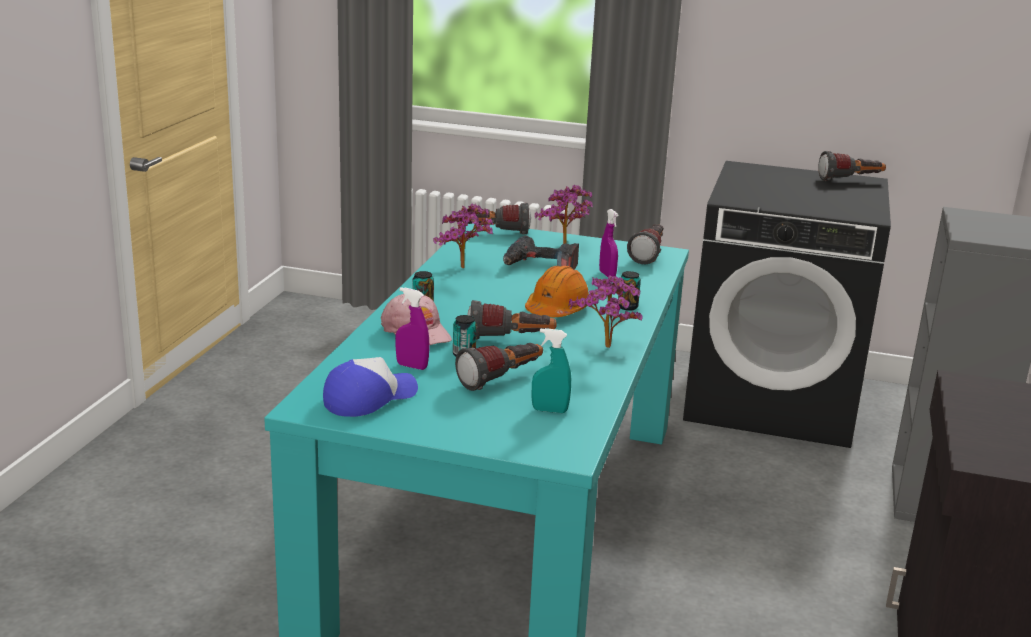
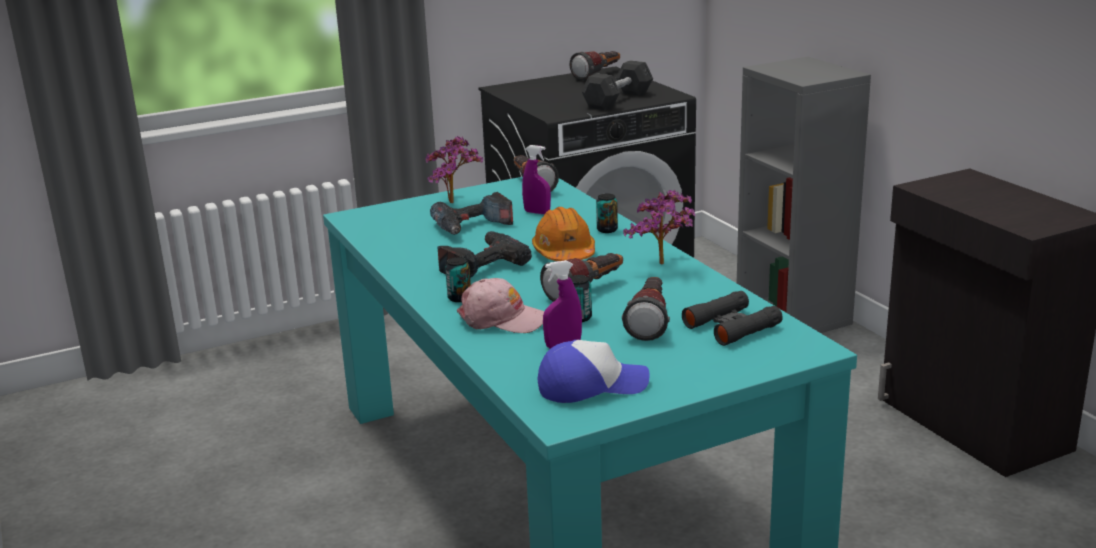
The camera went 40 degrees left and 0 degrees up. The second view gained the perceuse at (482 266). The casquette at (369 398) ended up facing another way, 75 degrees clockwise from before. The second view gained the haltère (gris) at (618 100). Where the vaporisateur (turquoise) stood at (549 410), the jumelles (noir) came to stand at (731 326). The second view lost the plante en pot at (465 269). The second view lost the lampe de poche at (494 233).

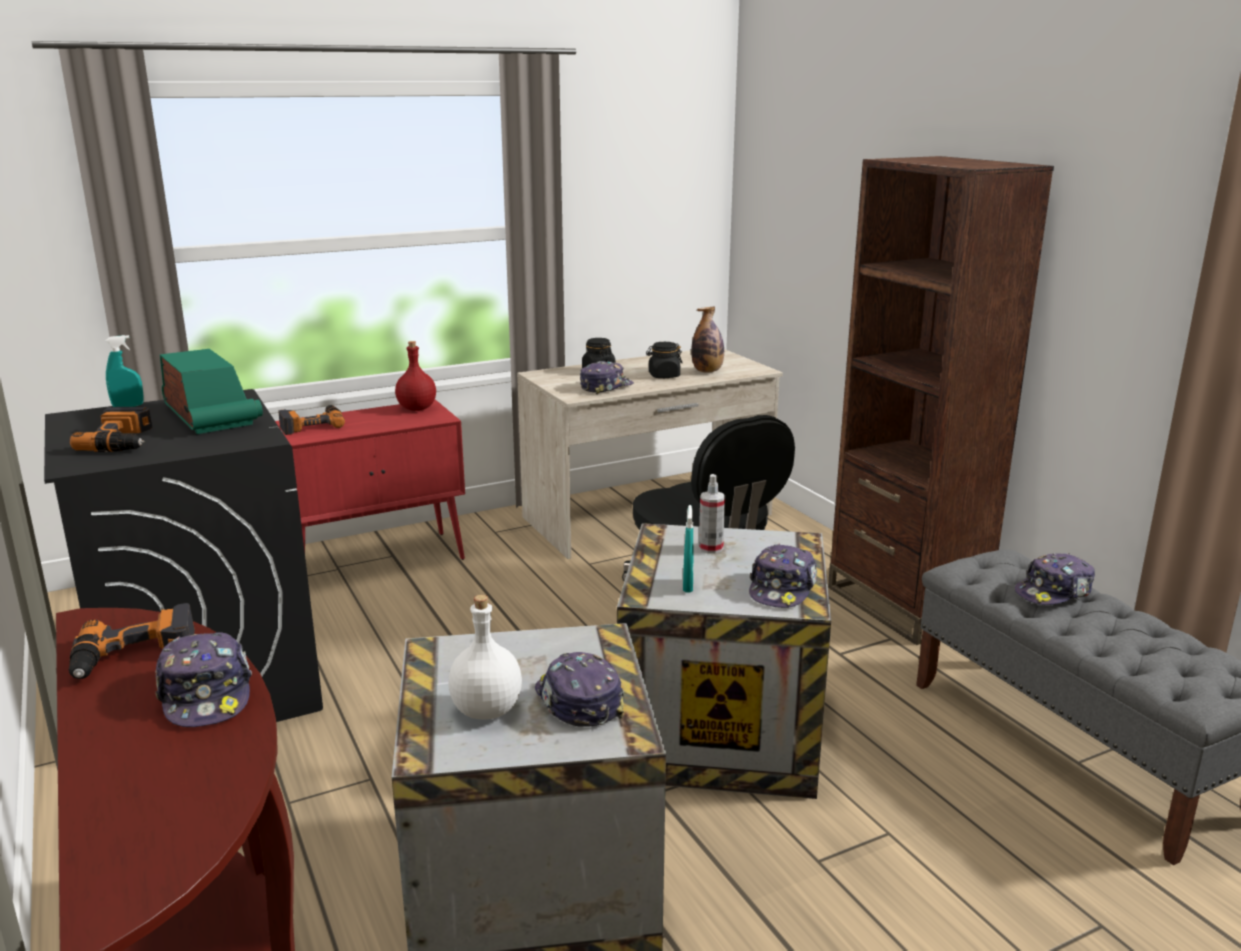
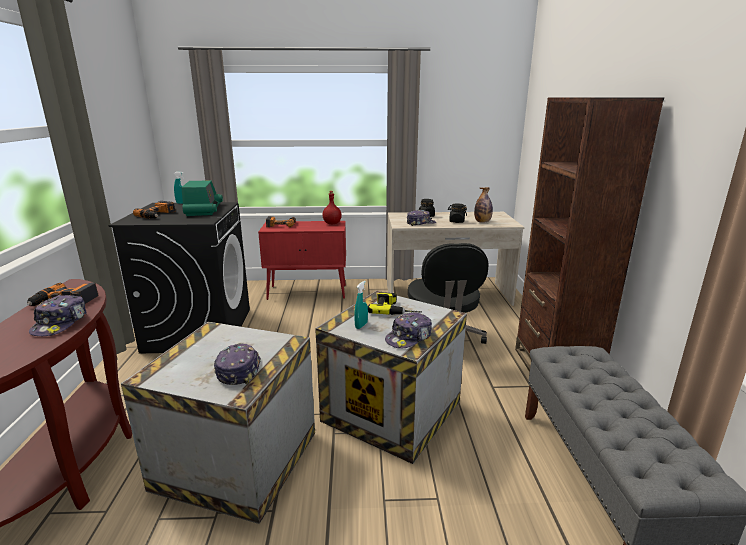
The camera went 25 degrees right and 0 degrees up. Where the vaporisateur stood at (711 548), the perceuse came to stand at (396 309). The second view lost the bouteille (blanc) at (487 709). The second view lost the casquette at (1054 592).

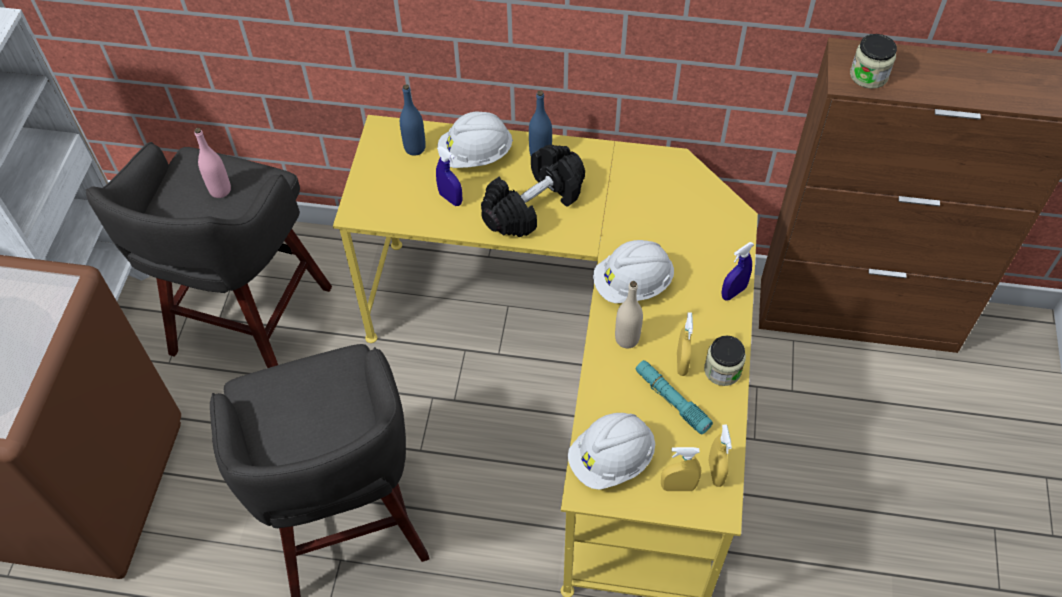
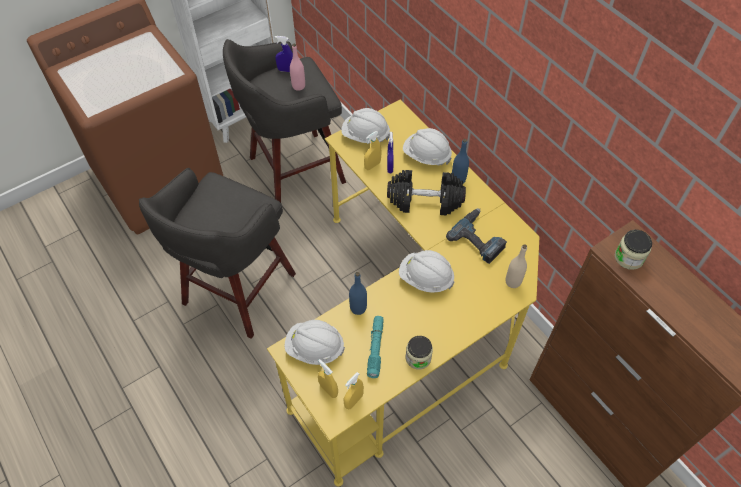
The camera went 45 degrees right and 0 degrees up. The vaporisateur (bleu) ended up elsewhere, having gone from (733 292) to (286 70). The second view gained the casque de chantier (blanc) at (365 136). The bouteille (bleu) ended up elsewhere, having gone from (415 148) to (358 308). The vaporisateur (jaune) ended up elsewhere, having gone from (681 363) to (372 165). The second view gained the perceuse at (479 238). The bouteille (beige) ended up elsewhere, having gone from (627 339) to (513 282).

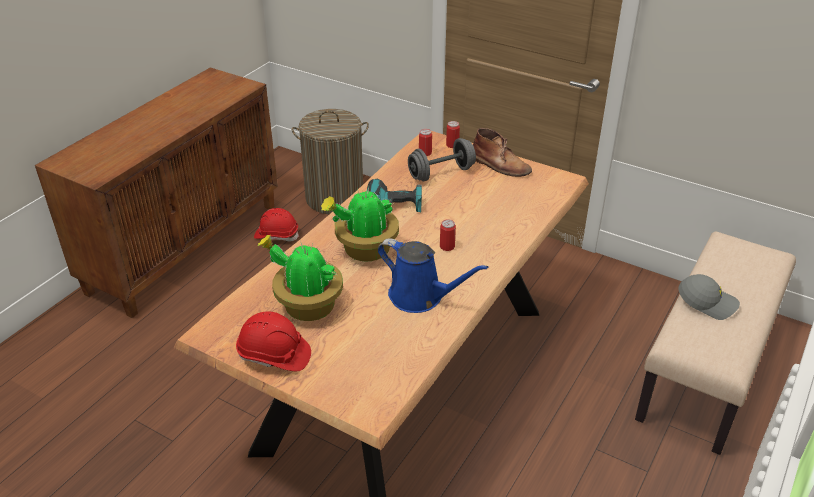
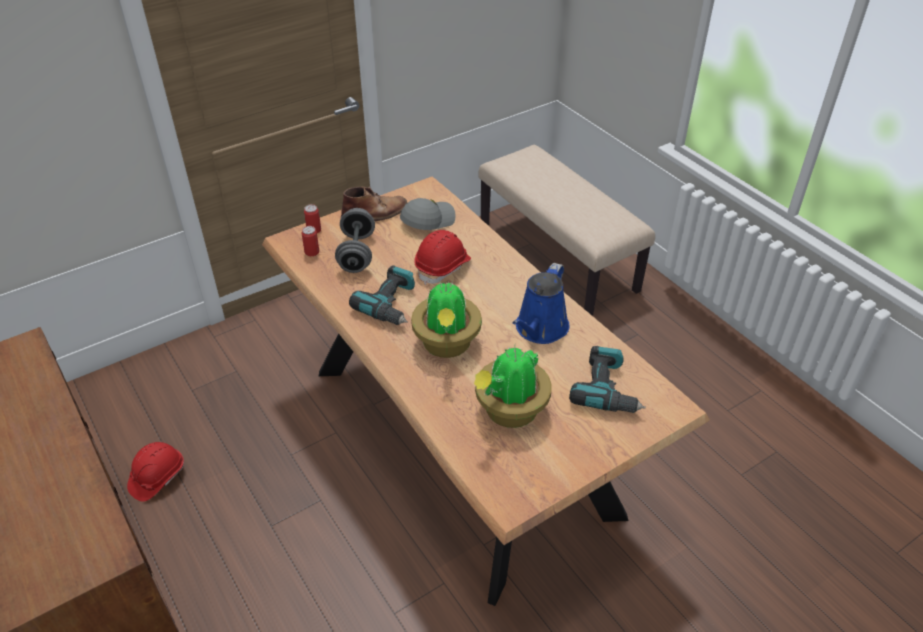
The camera went 65 degrees left and 5 degrees up. The casquette (gris) ended up elsewhere, having gone from (707 302) to (427 220). The casque de chantier (rouge) ended up elsewhere, having gone from (274 355) to (443 267). The arrosoir (bleu) at (420 297) ended up facing another way, 150 degrees clockwise from before. The second view gained the perceuse at (607 390). The second view lost the panier à linge at (335 198). The second view lost the boîte métallique at (447 246).

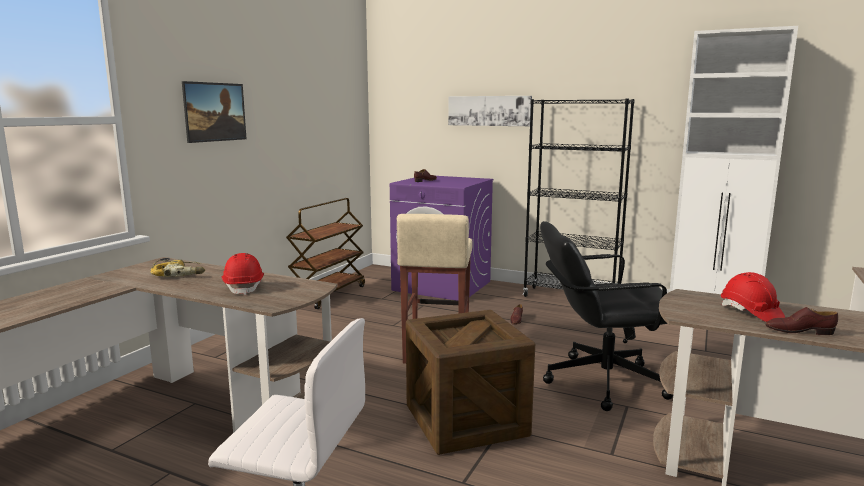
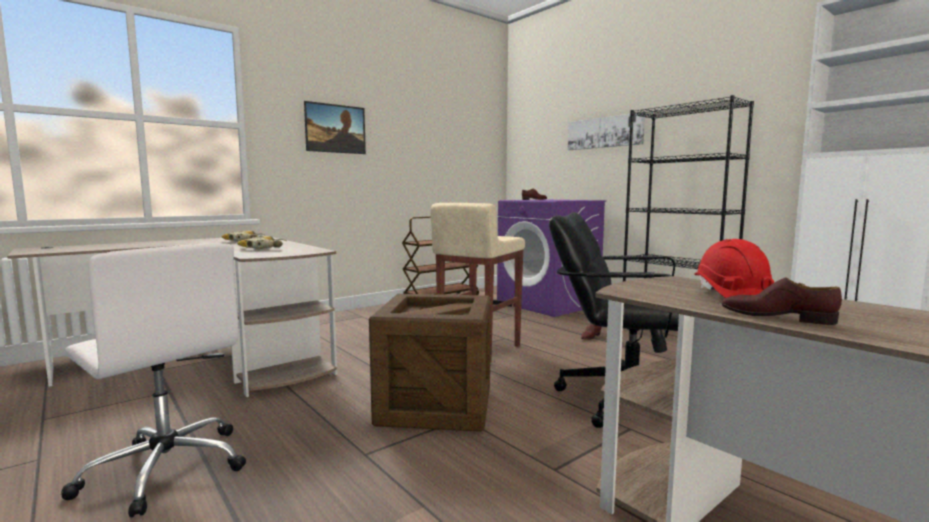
The camera went 25 degrees right and 5 degrees down. Where the casque de chantier (rouge) stood at (244 287), the perceuse came to stand at (265 248).

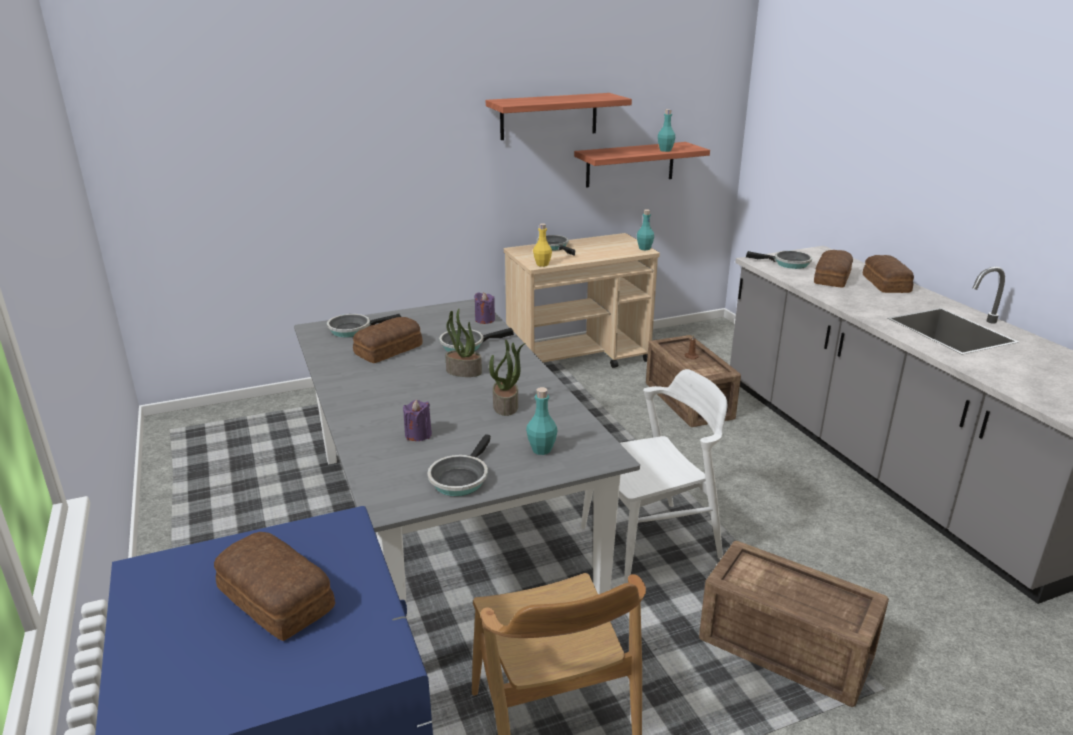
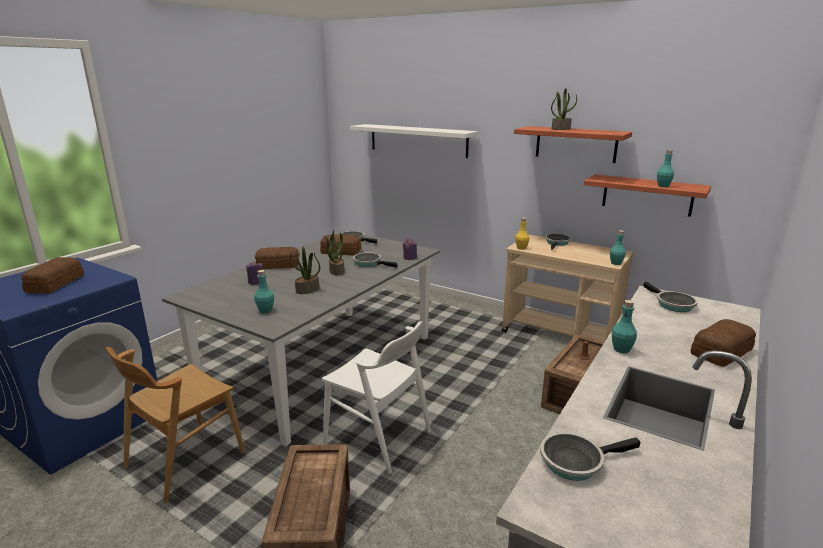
The camera went 55 degrees right and 5 degrees down. The pain ended up elsewhere, having gone from (833 277) to (278 265). The second view gained the étagère (blanc) at (418 140). The poêle ended up elsewhere, having gone from (460 479) to (575 461). The second view gained the plante en pot at (561 129). The second view gained the bouteille (turquoise) at (621 349).

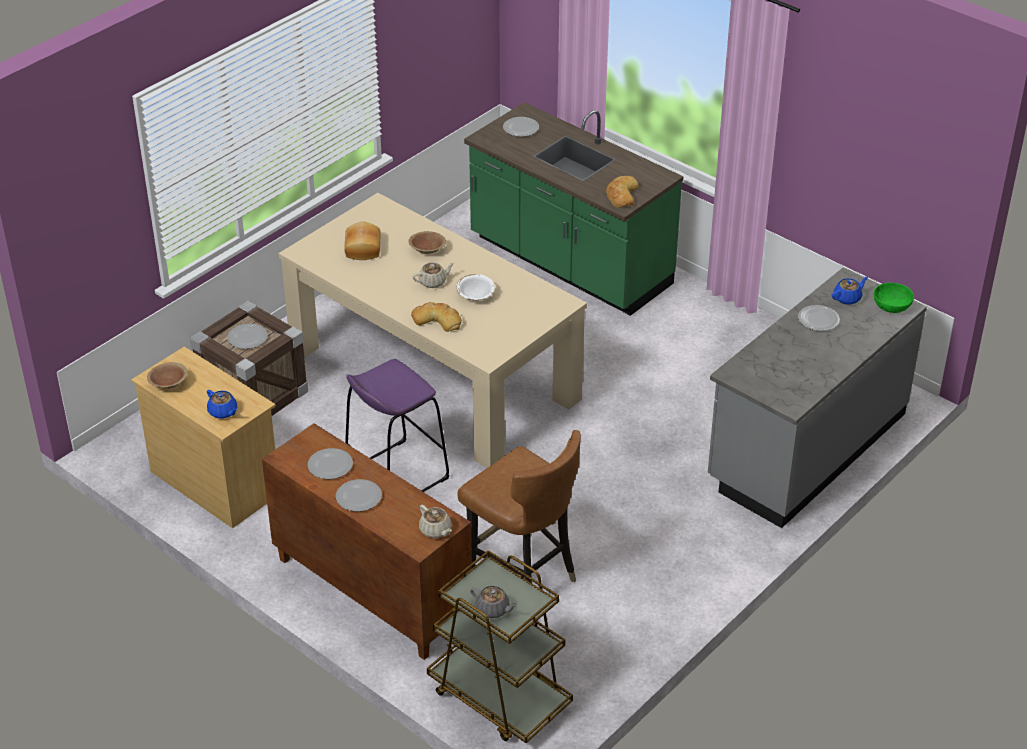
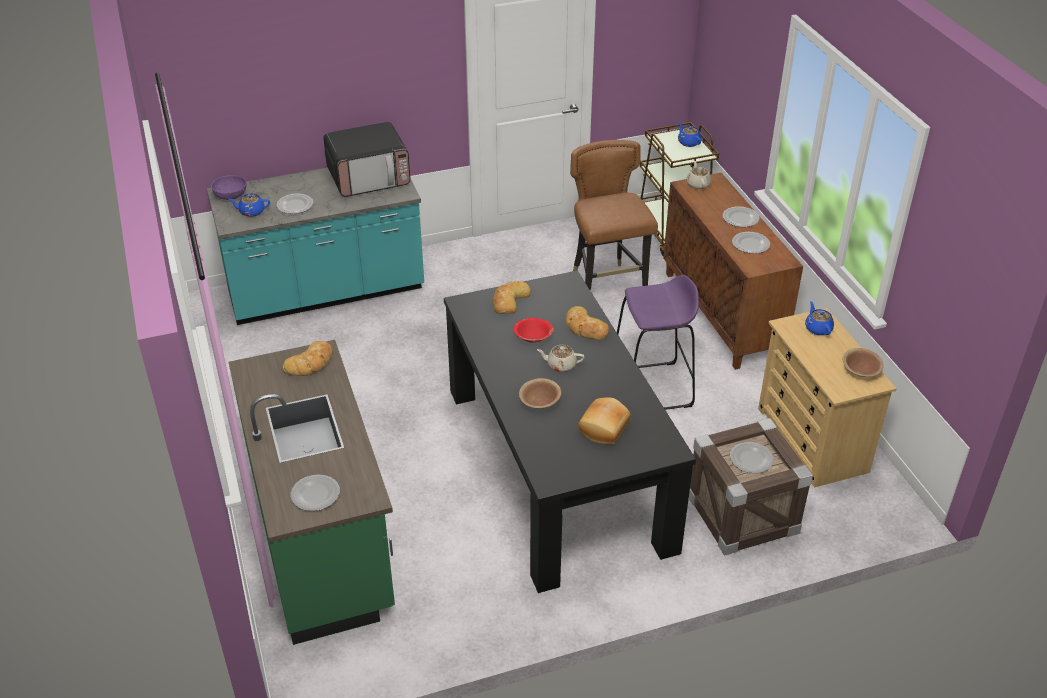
The camera went 150 degrees left and 0 degrees up. What was the comptoir de cuisine (gris) at (806 447) turned into the comptoir de cuisine (turquoise) at (326 292). What was the bol (vert) at (891 306) turned into the bol (violet) at (231 196). The second view gained the micro-ondes at (369 178). What was the table à manger (beige) at (433 374) turned into the table à manger (noir) at (557 467). The second view gained the pain at (509 301). What was the bol (blanc) at (475 295) turned into the bol (rouge) at (533 338). What was the théière (gris) at (493 609) turned into the théière (bleu) at (688 142).

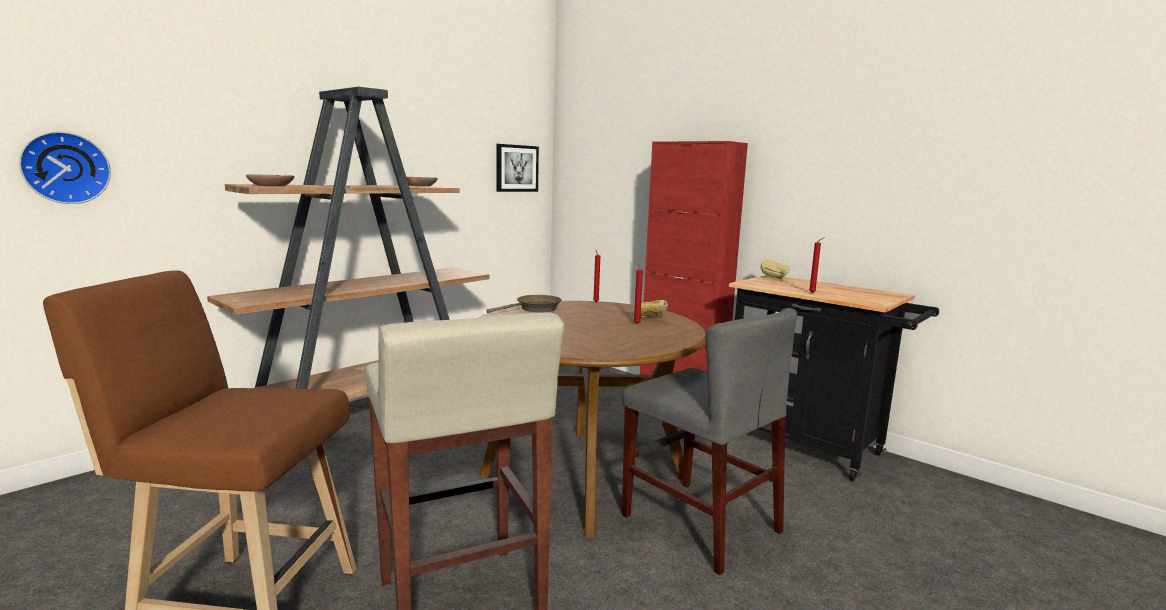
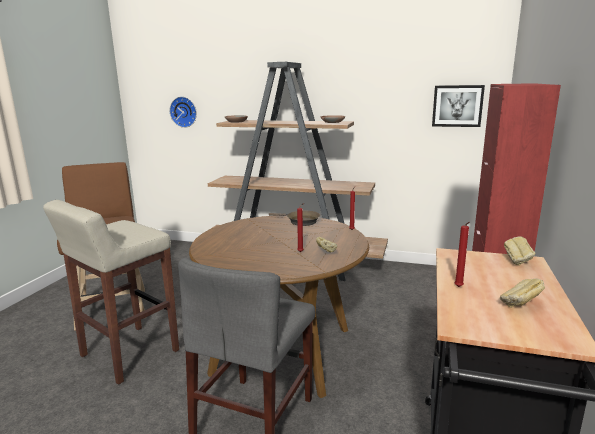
The camera went 65 degrees right and 5 degrees up. The second view gained the pain at (520 305).

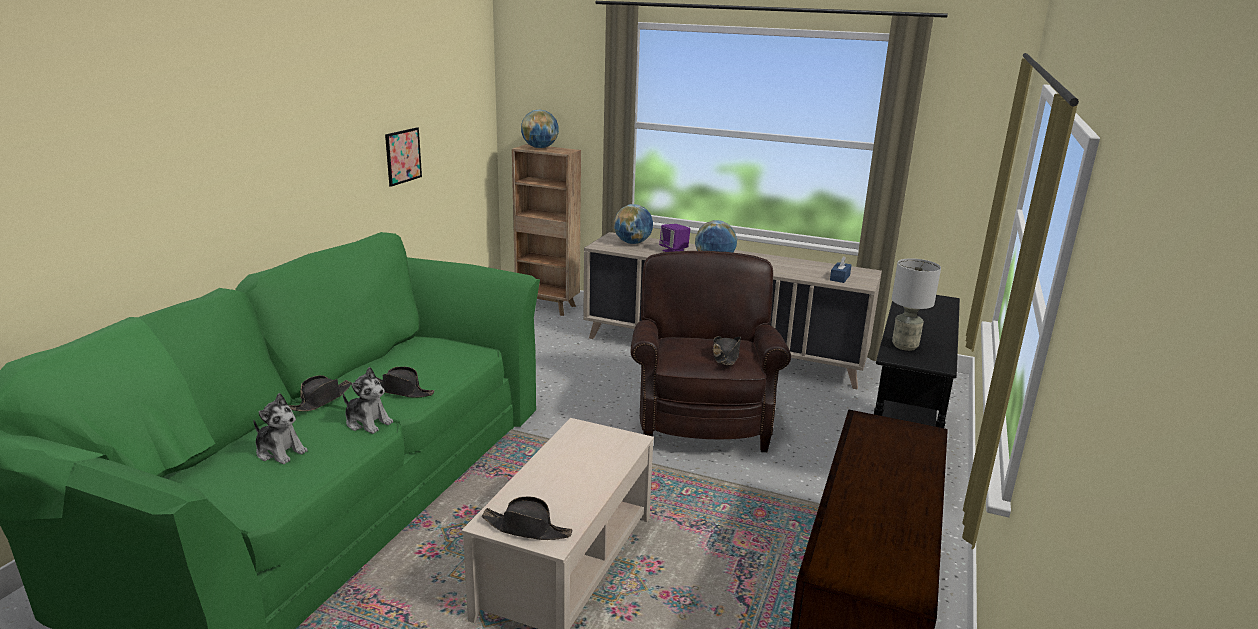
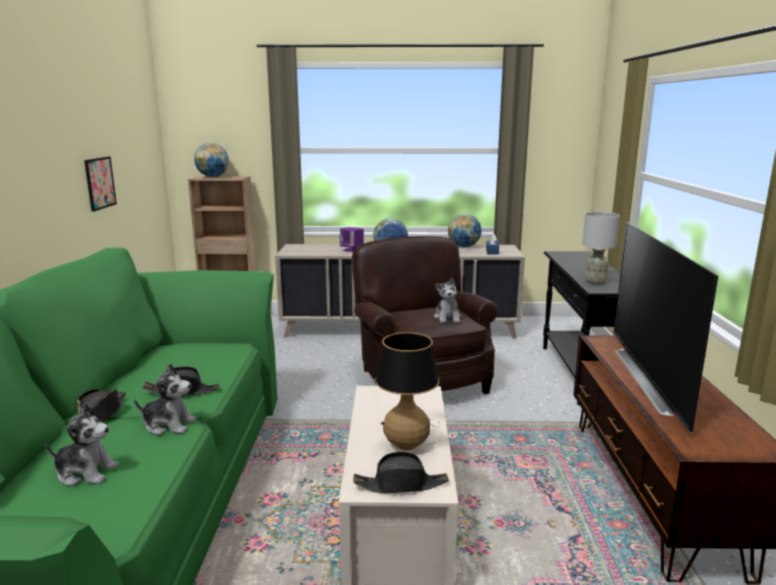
The camera went 20 degrees left and 5 degrees down. The second view gained the lampe de table at (409 442). Where the chapeau (noir) stood at (726 356), the peluche came to stand at (447 317). The globe ended up elsewhere, having gone from (633 243) to (464 247). The second view gained the téléviseur at (654 379).

